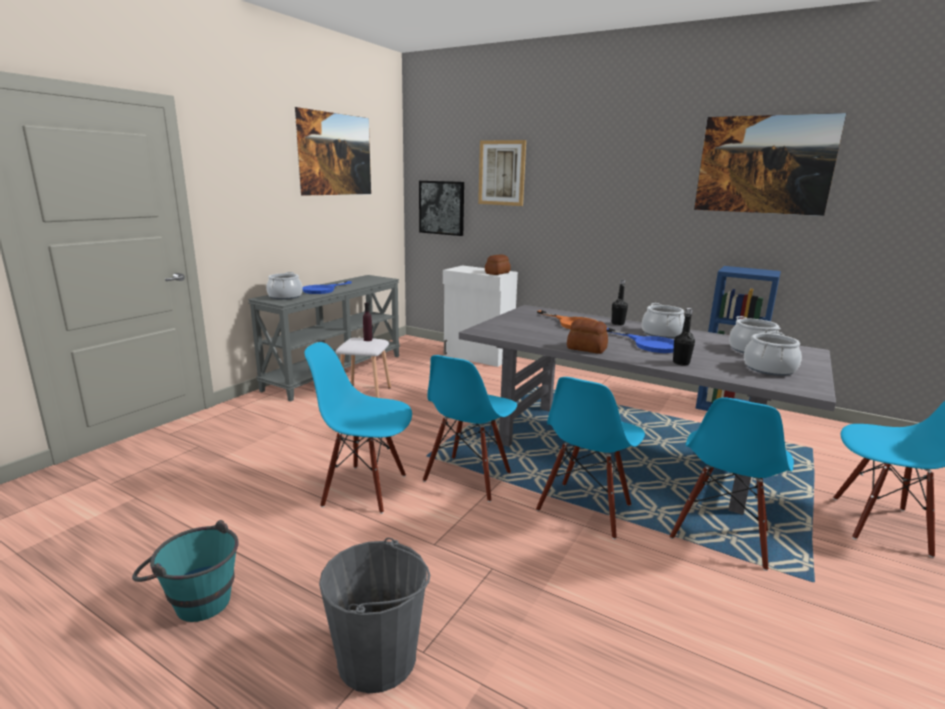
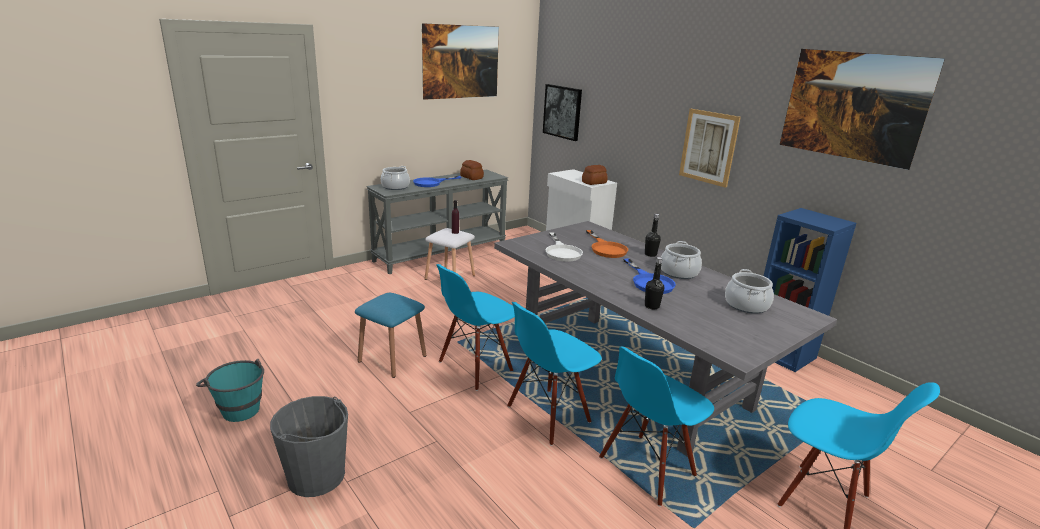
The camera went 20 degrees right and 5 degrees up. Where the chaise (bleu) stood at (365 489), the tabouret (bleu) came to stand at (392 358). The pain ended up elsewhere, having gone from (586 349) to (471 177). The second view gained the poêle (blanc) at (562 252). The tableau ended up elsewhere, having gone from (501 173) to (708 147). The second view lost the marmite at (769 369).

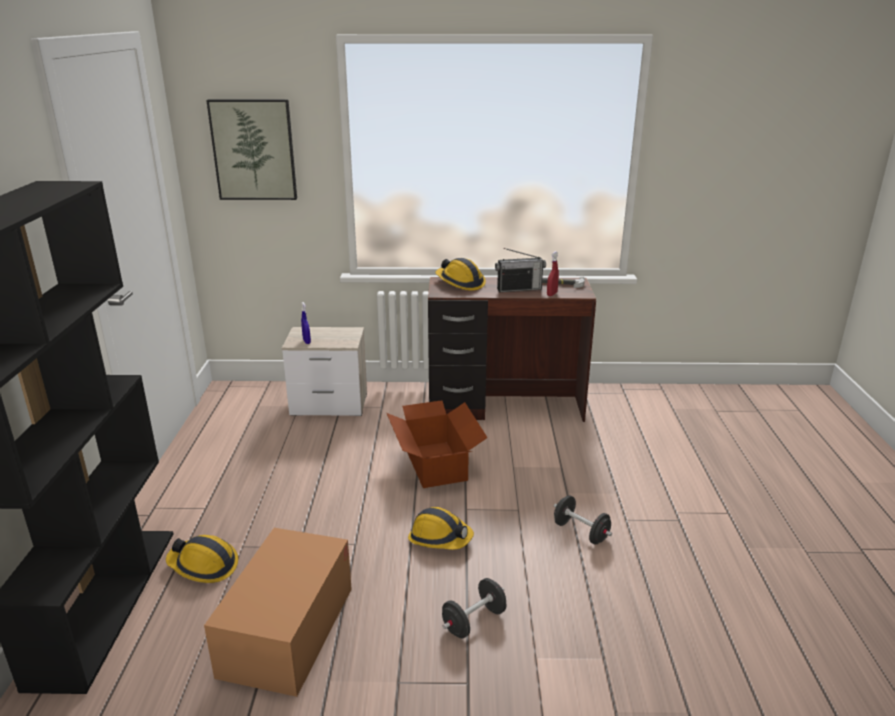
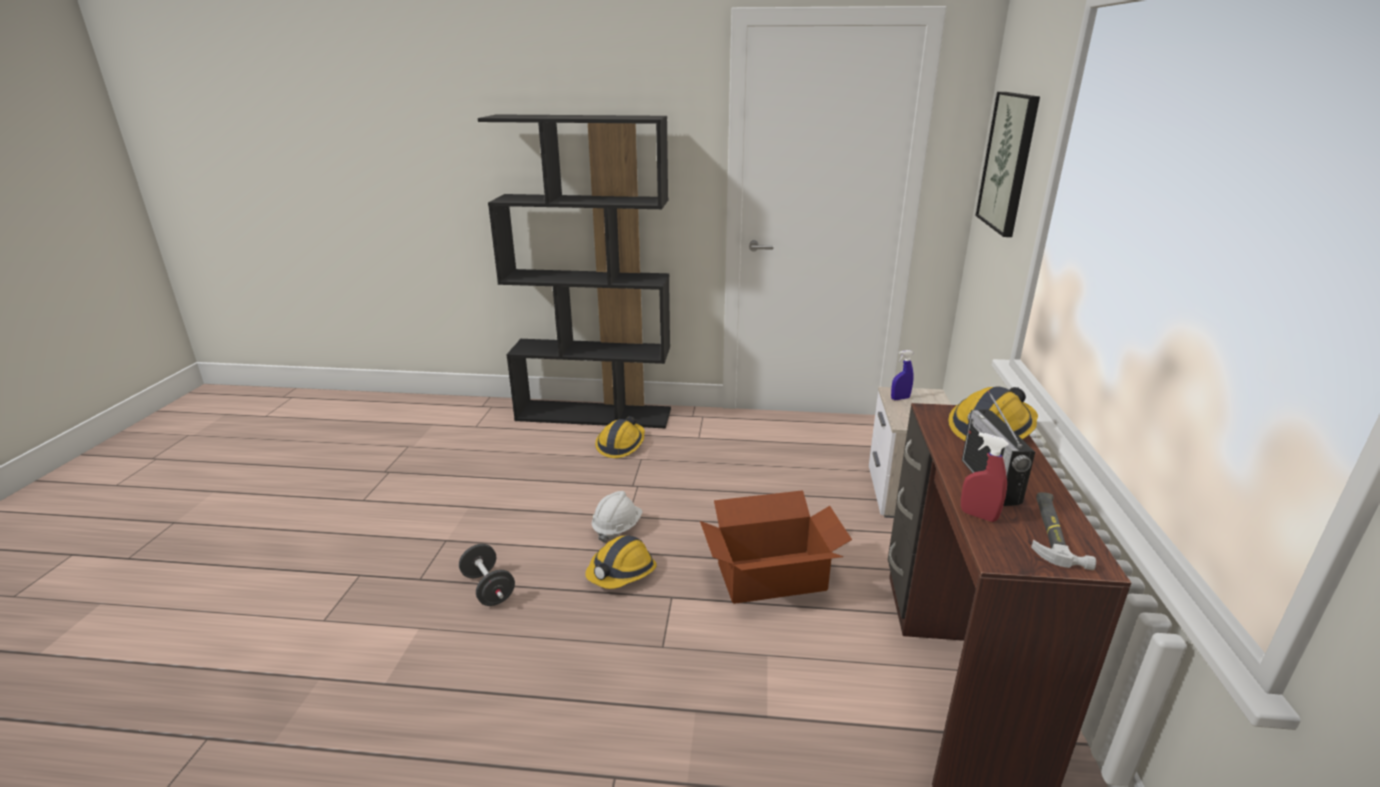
The camera went 95 degrees right and 0 degrees up. The second view gained the casque de chantier (blanc) at (617 528). The second view lost the carton at (288 630). The second view lost the haltère (noir) at (580 532).

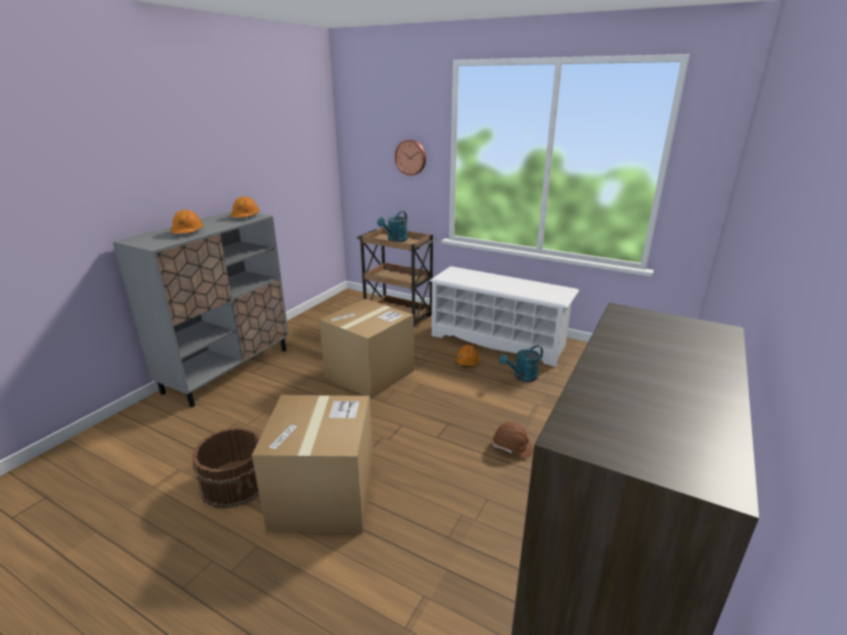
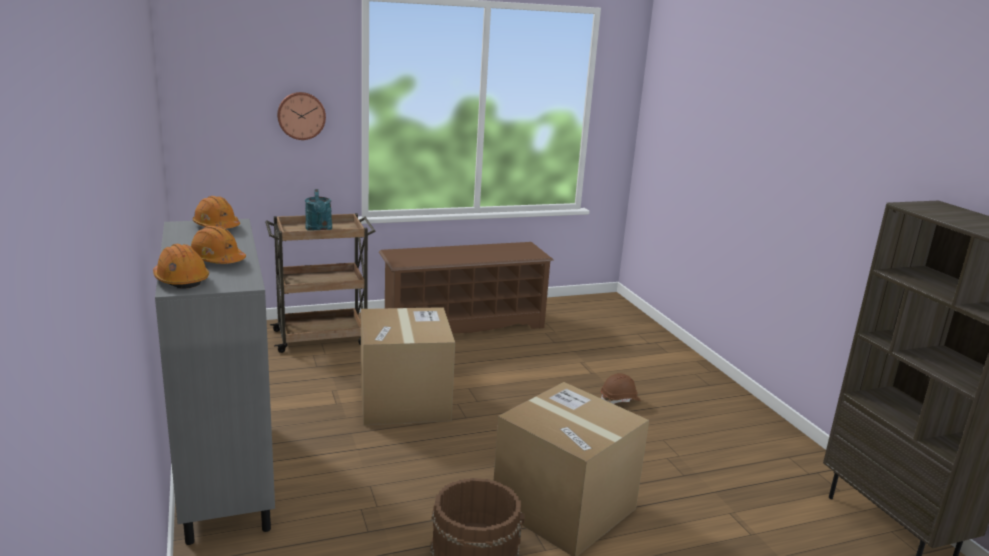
The camera went 50 degrees left and 5 degrees down. The casque de chantier (orange) ended up elsewhere, having gone from (467 361) to (181 280). What was the étagère à chaussures (blanc) at (498 341) turned into the étagère à chaussures (marron) at (463 324). The second view lost the arrosoir (turquoise) at (522 377).

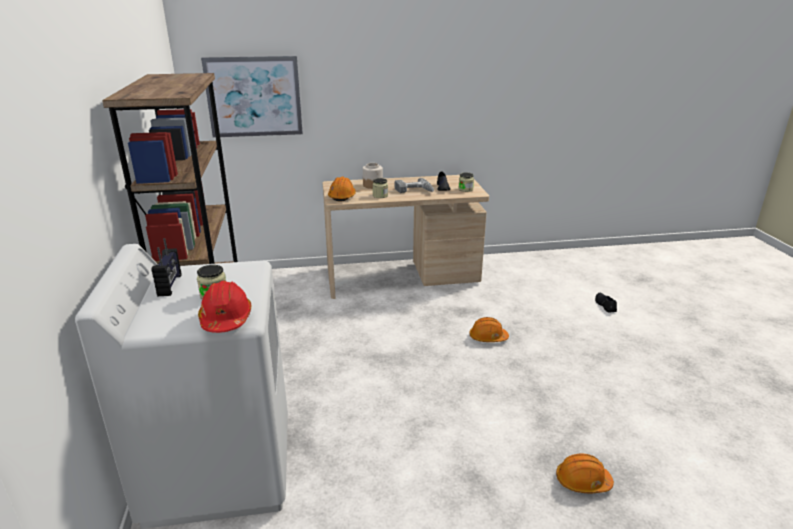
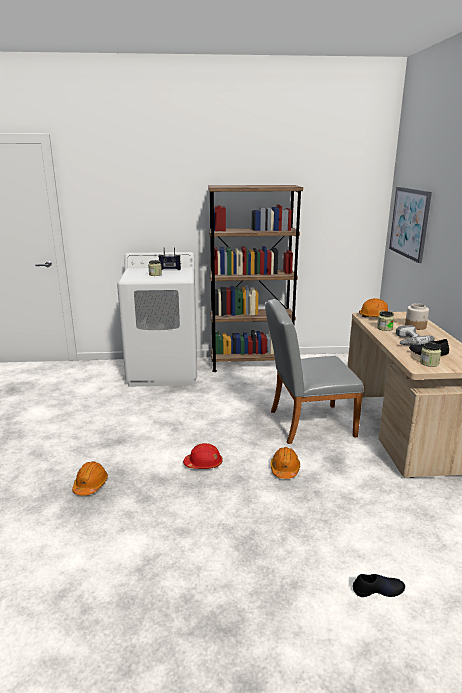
The camera went 95 degrees right and 5 degrees down. The casque de chantier (rouge) ended up elsewhere, having gone from (226 319) to (203 464). The second view gained the chaise (gris) at (305 423).

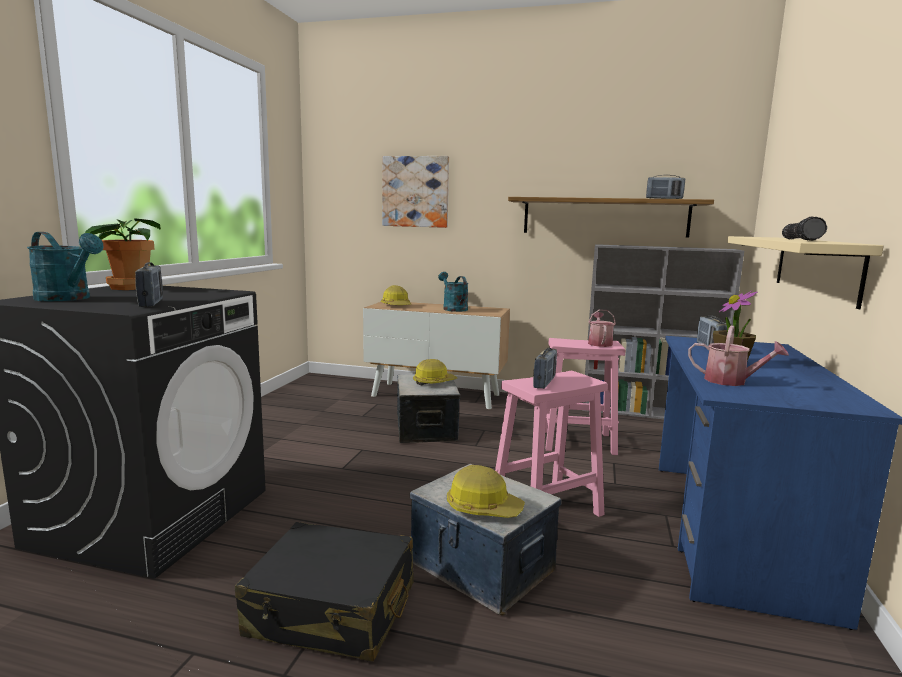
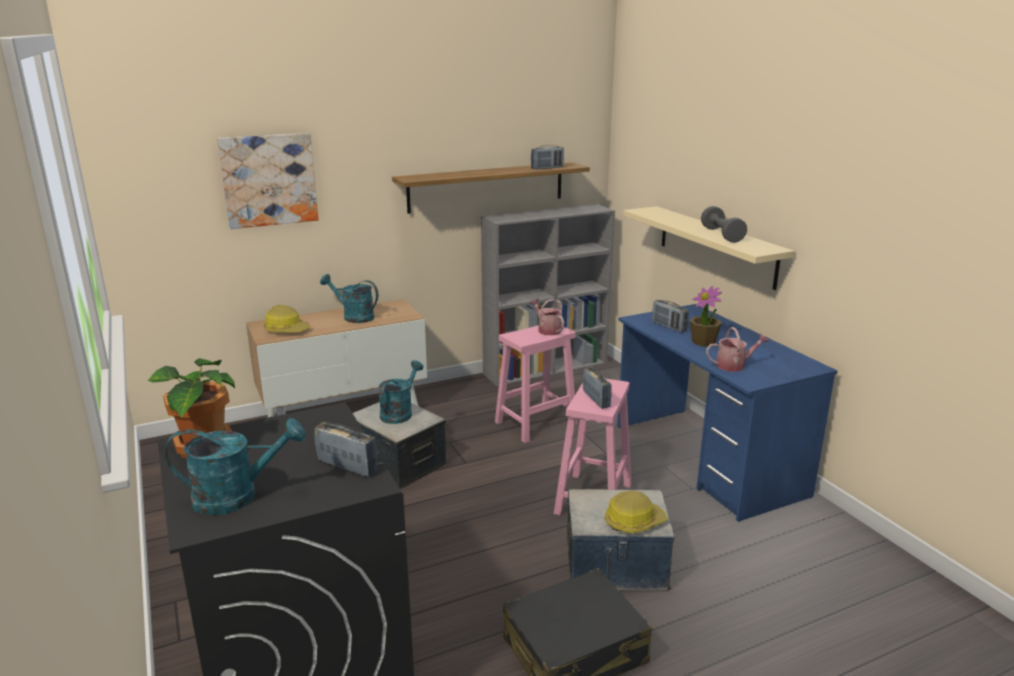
The camera went 40 degrees left and 10 degrees up. Where the casque de chantier stood at (434 382), the arrosoir (turquoise) came to stand at (399 413). Where the lampe de poche stood at (801 240), the haltère (gris) came to stand at (722 235).

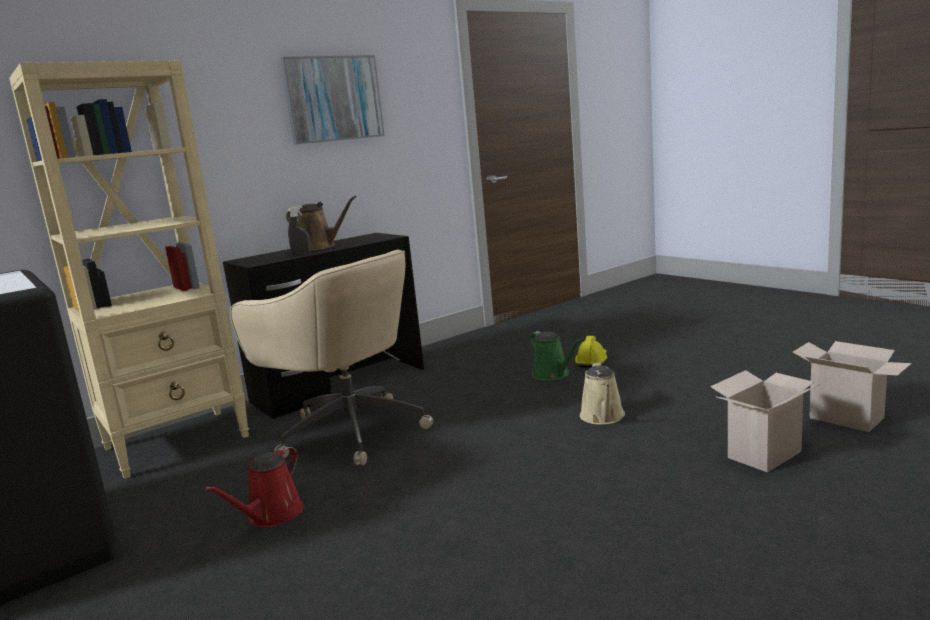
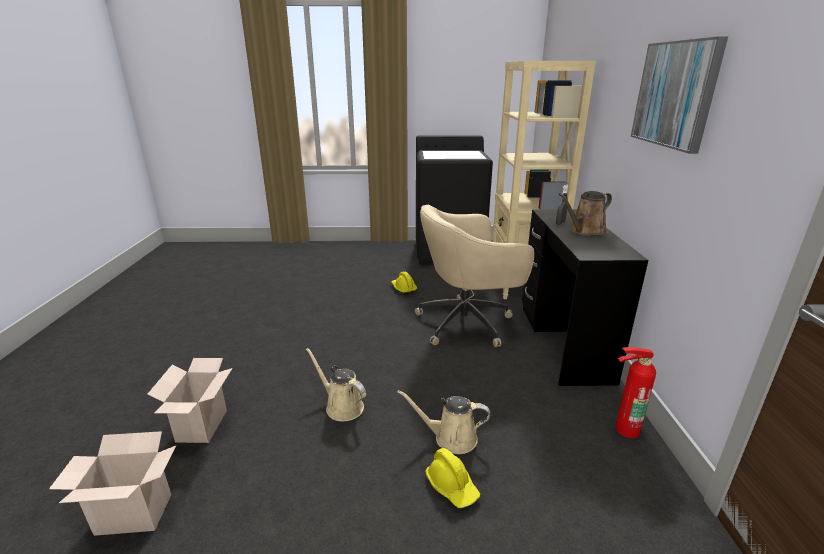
The camera went 125 degrees right and 10 degrees up. Where the arrosoir (rouge) stood at (271 516), the casque de chantier (jaune) came to stand at (403 288). What was the arrosoir (vert) at (552 375) turned into the arrosoir (beige) at (451 438). The second view gained the extincteur at (624 428).

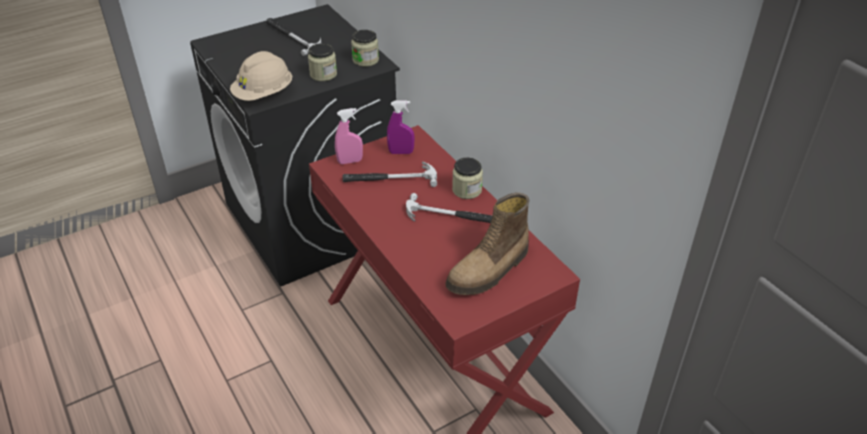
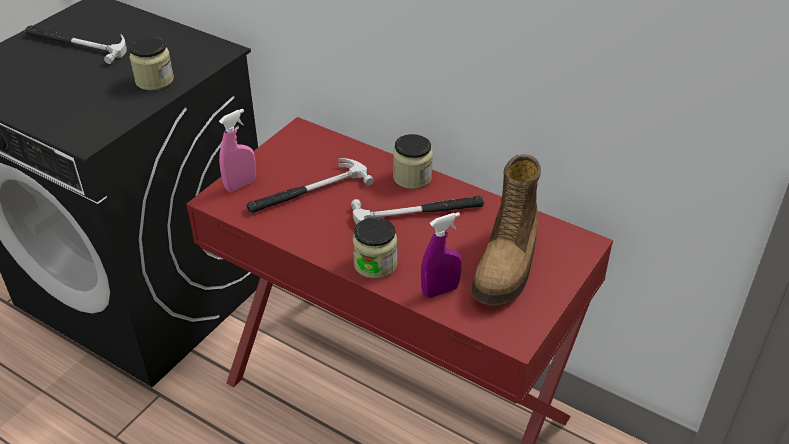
The camera went 25 degrees left and 0 degrees up. The bocal ended up elsewhere, having gone from (365 60) to (375 264). The vaporisateur (violet) ended up elsewhere, having gone from (401 152) to (440 291). The second view lost the casque de chantier (beige) at (264 94).

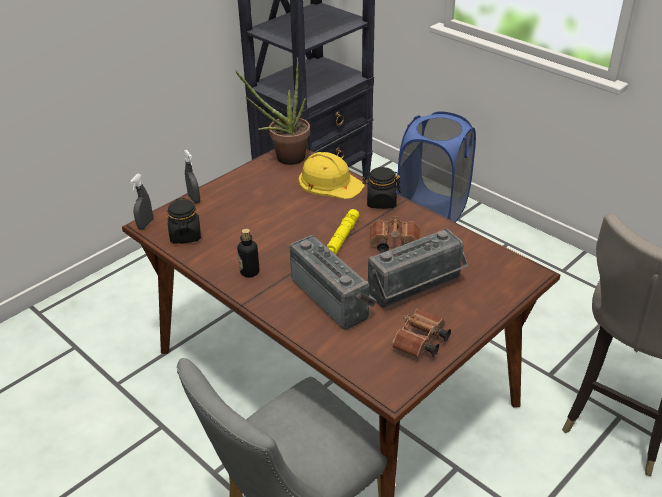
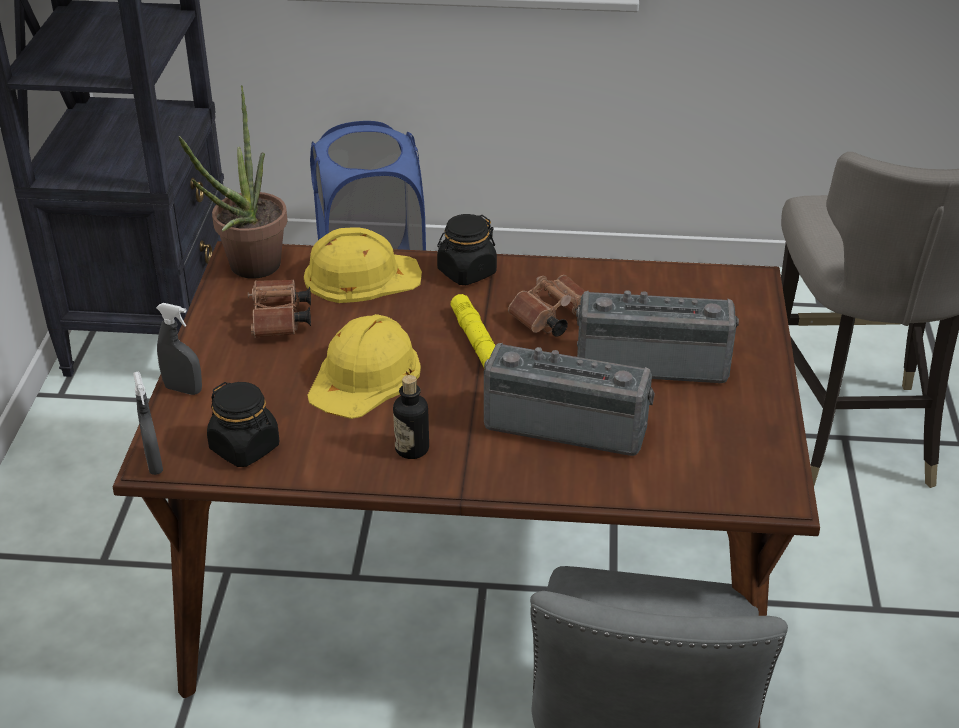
The camera went 40 degrees left and 0 degrees up. The jumelles (marron) ended up elsewhere, having gone from (420 343) to (280 322). The second view gained the casque de chantier (jaune) at (365 376). The radio at (417 289) ended up facing another way, 105 degrees counterclockwise from before.

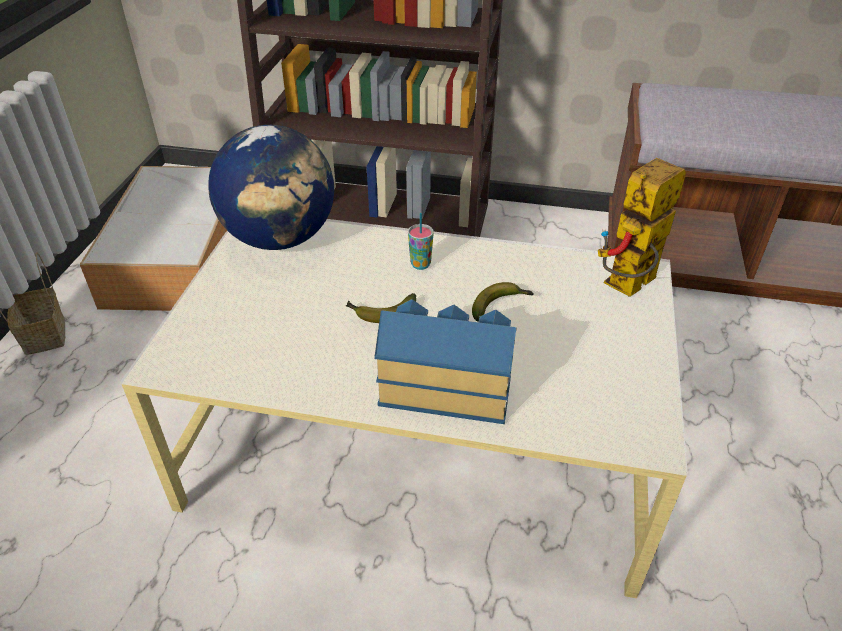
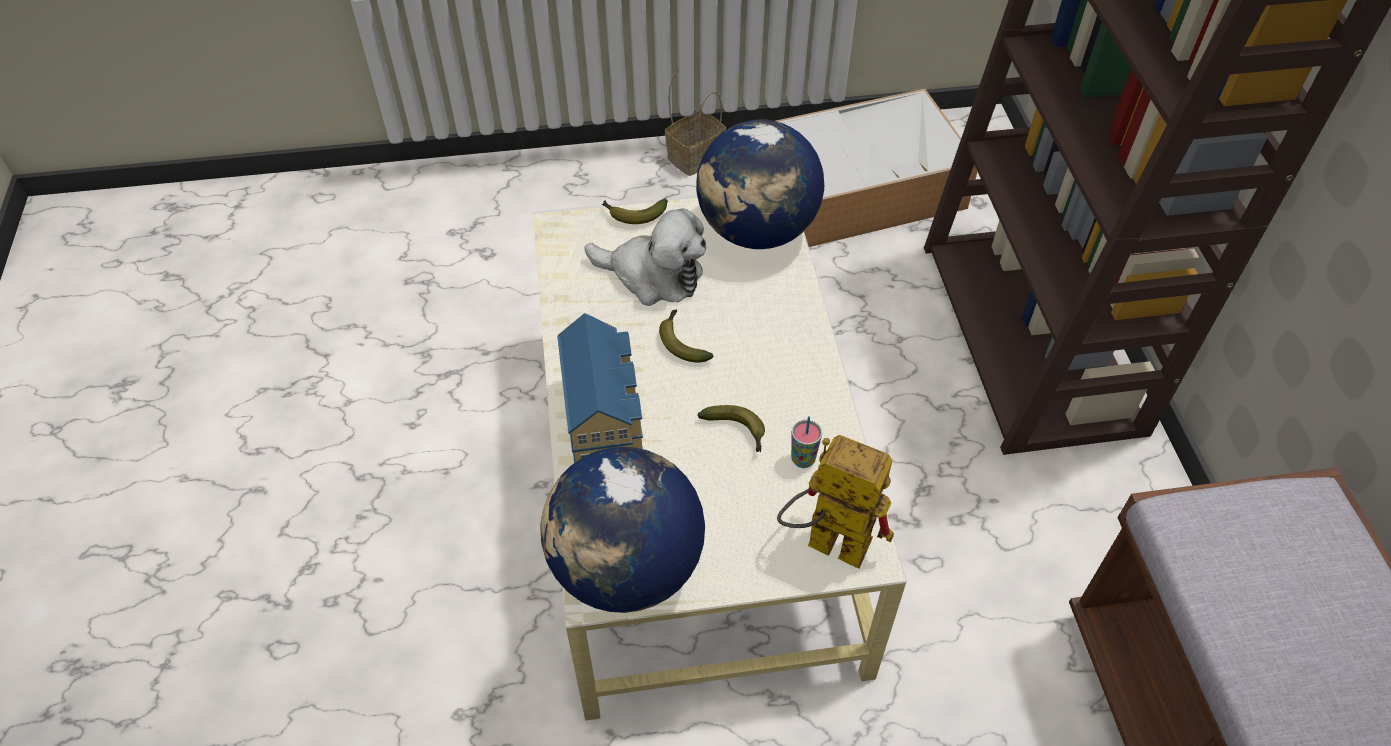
The camera went 70 degrees right and 10 degrees up. The second view gained the globe at (626 569). The second view gained the peluche at (653 276). The second view gained the banane at (633 214). The tasse ended up elsewhere, having gone from (420 264) to (803 459).

